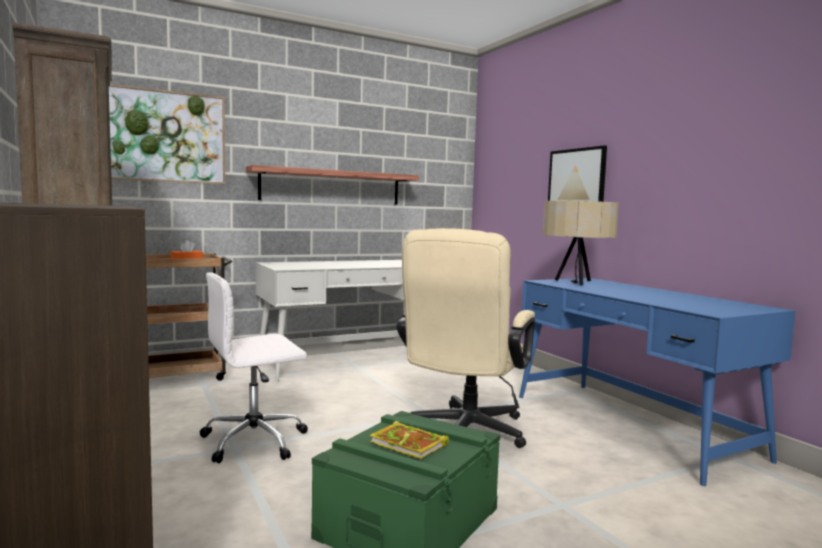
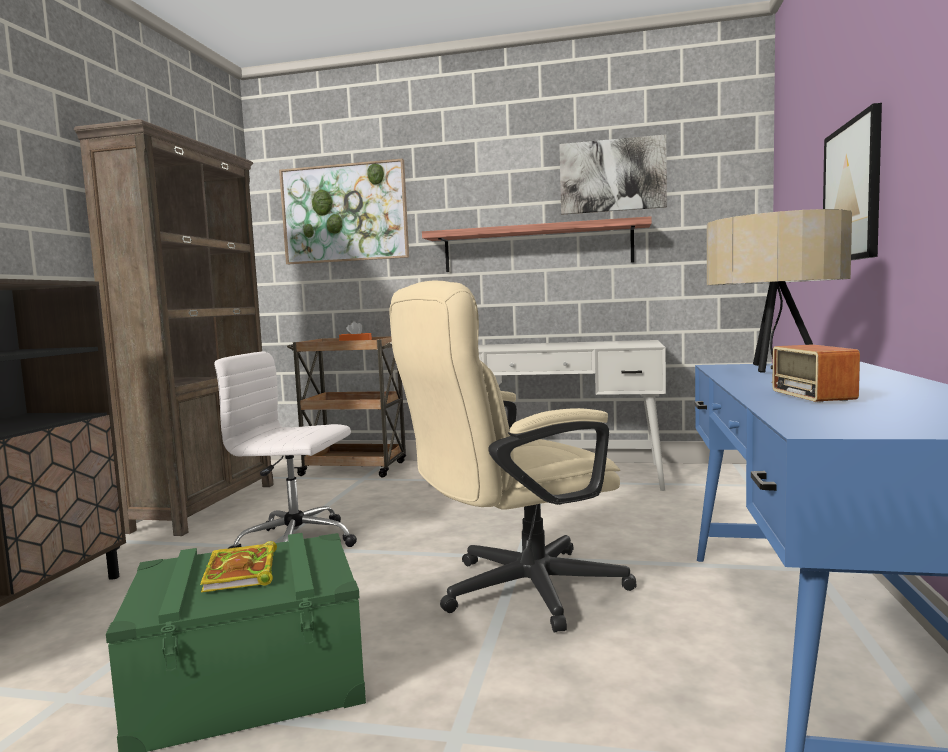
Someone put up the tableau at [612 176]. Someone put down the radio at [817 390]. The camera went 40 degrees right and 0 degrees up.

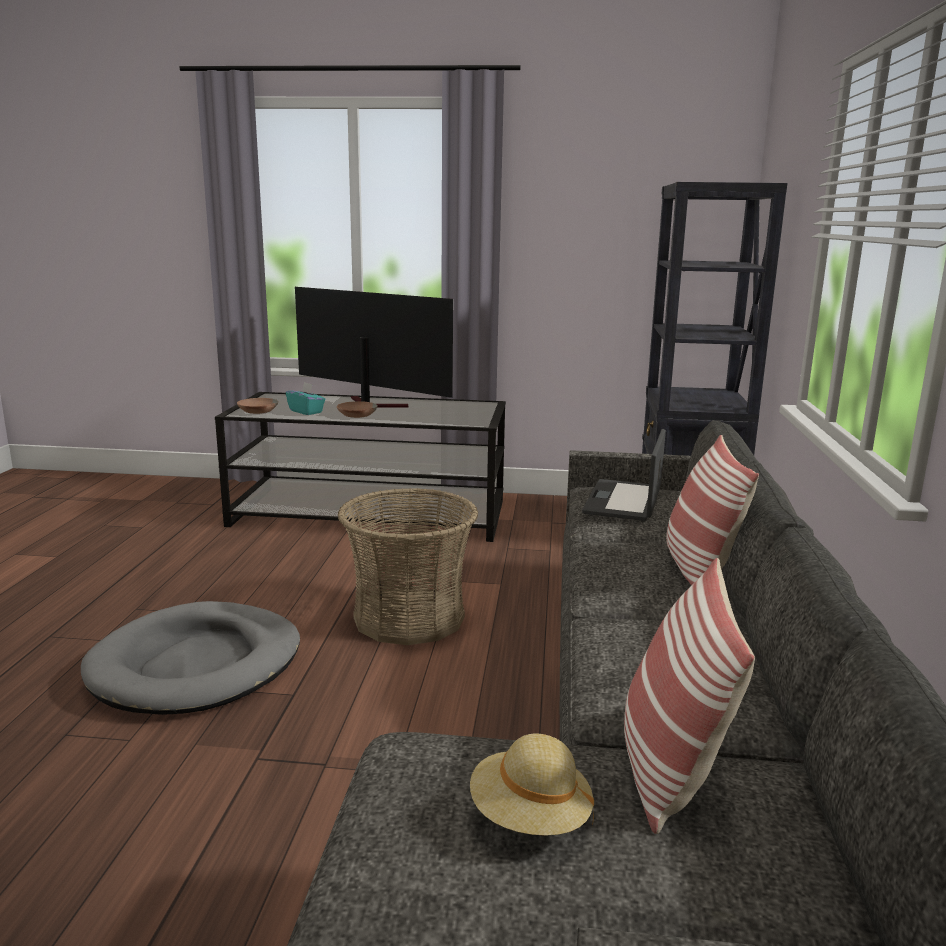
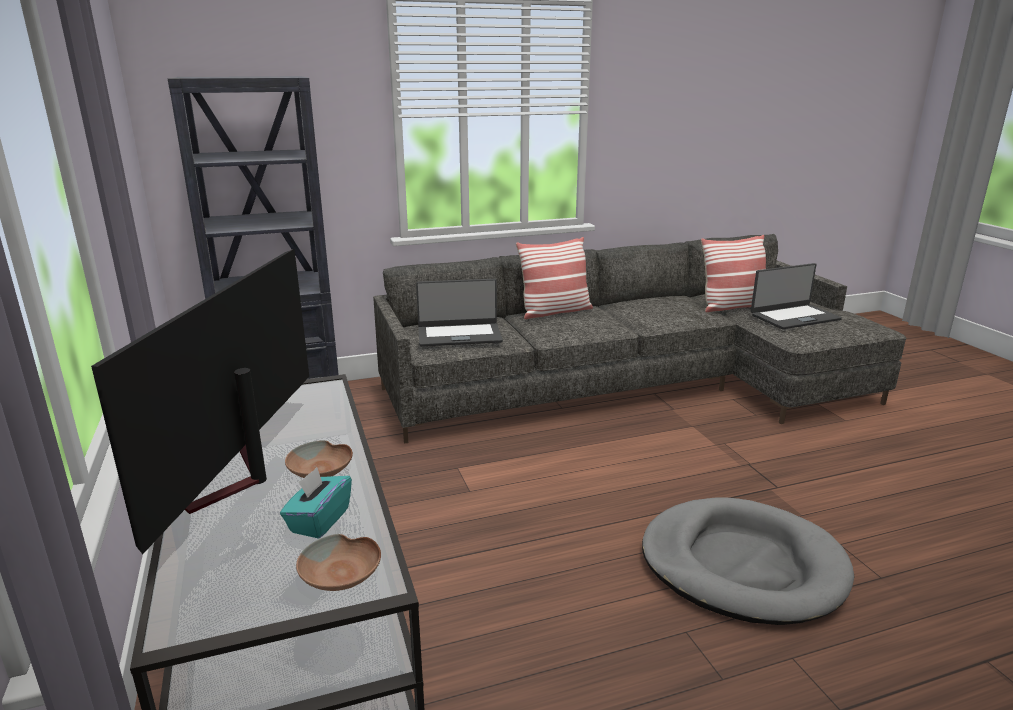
Someone took away the panier at [409 617]. Someone swapped the chapeau/beige at [530 817] for the ordinateur portable at [794 317]. The camera went 115 degrees left and 5 degrees up.

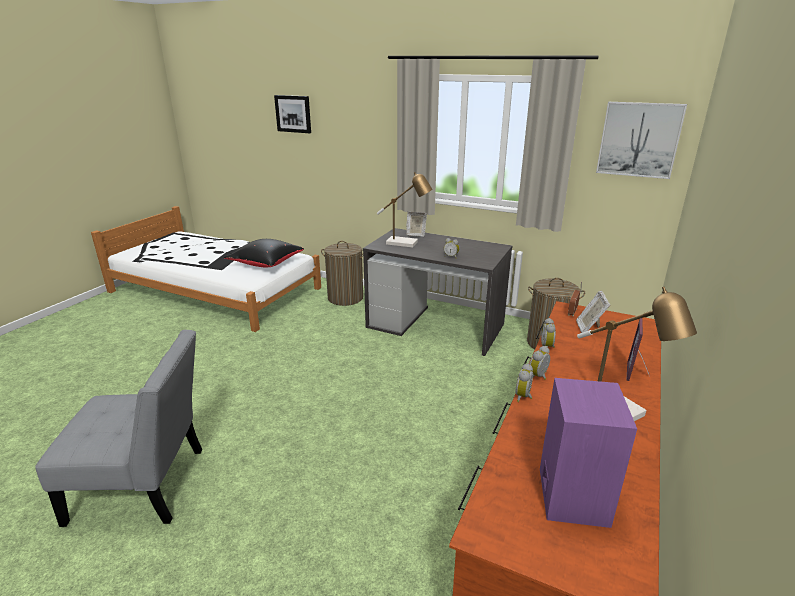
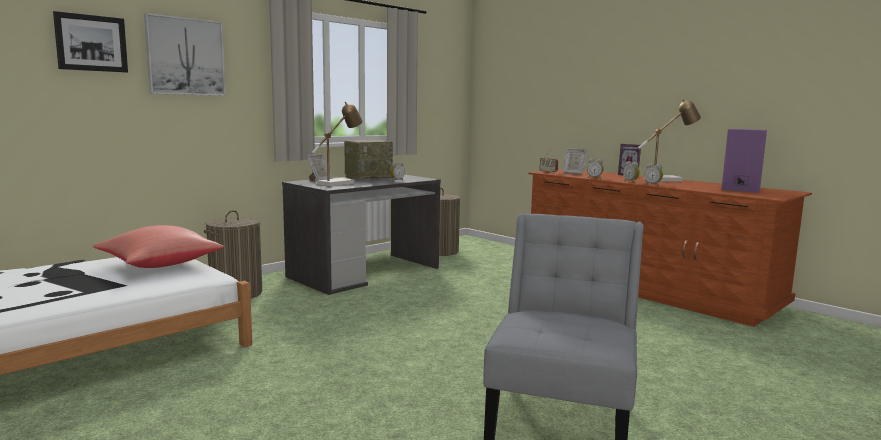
Someone put down the radio at [369 177]. Someone carried the tableau from [639 139] to [185 56]. Someone repainted the coussin/noir at [265 264], which became the coussin/rouge at [161 265]. The camera went 70 degrees left and 15 degrees down.

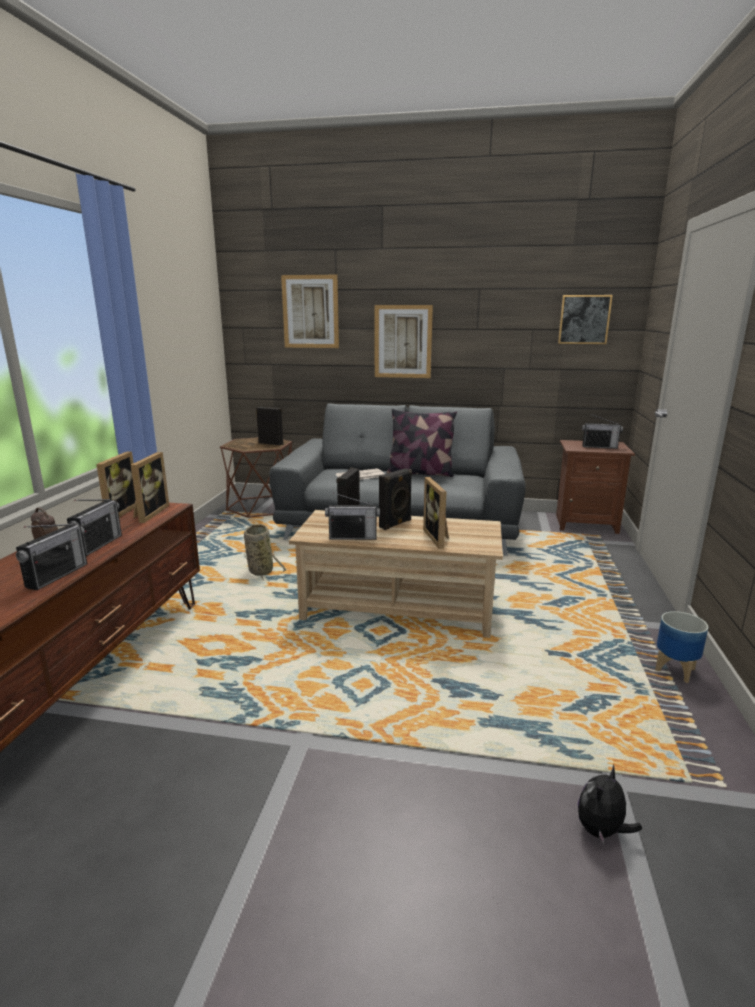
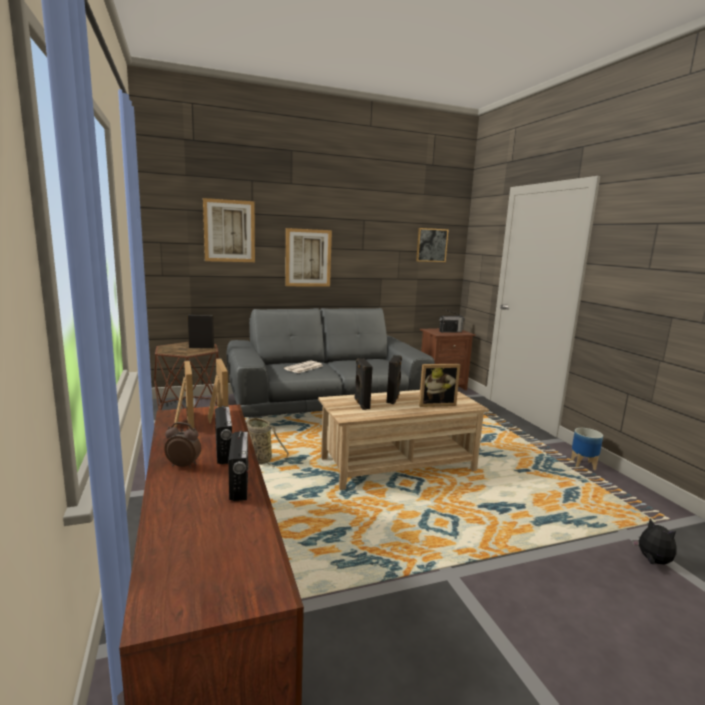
Someone took away the radio at [353 537]. Someone took away the coussin at [420 473]. Someone rotated the cadre photo at [439 538] by 60 degrees counterclockwise. Someone rotated the peluche at [601 830] by 135 degrees clockwise. The camera went 30 degrees left and 5 degrees down.

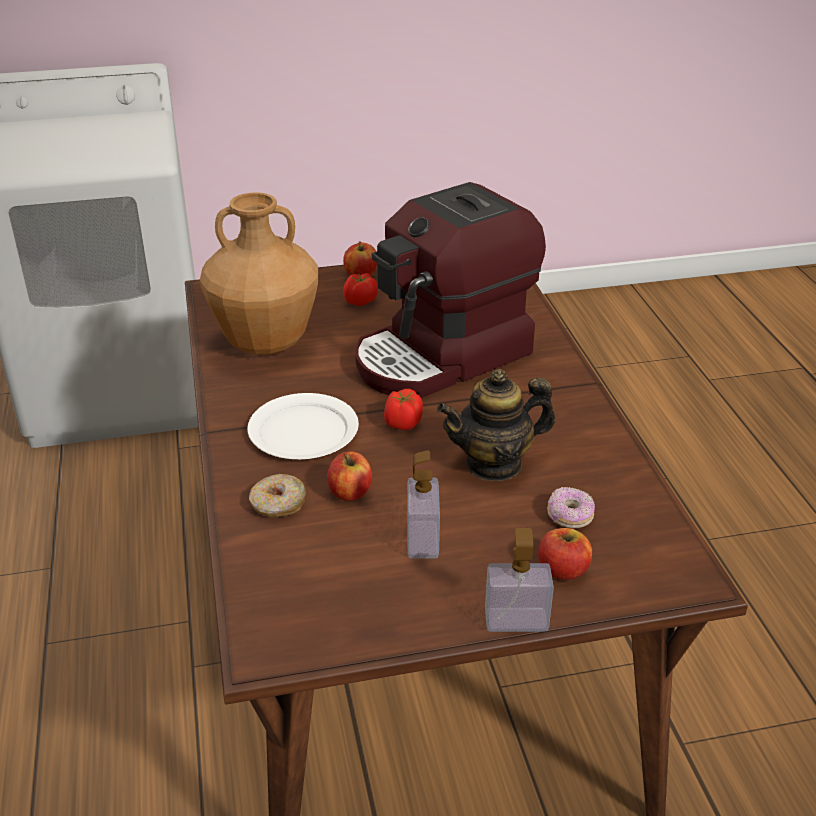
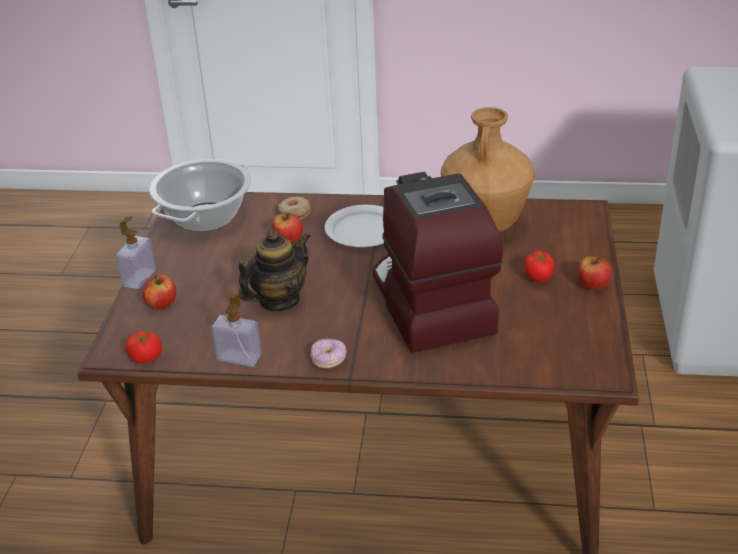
Someone put down the marmite at [205 217]. Someone carried the tomate from [402 423] to [146 358]. Someone carried the distributeur de savon from [422 540] to [239 357]. Someone carried the beignet from [569 516] to [328 359]. Someone rotated the théière at [494 464] by 45 degrees clockwise. The camera went 110 degrees right and 0 degrees up.

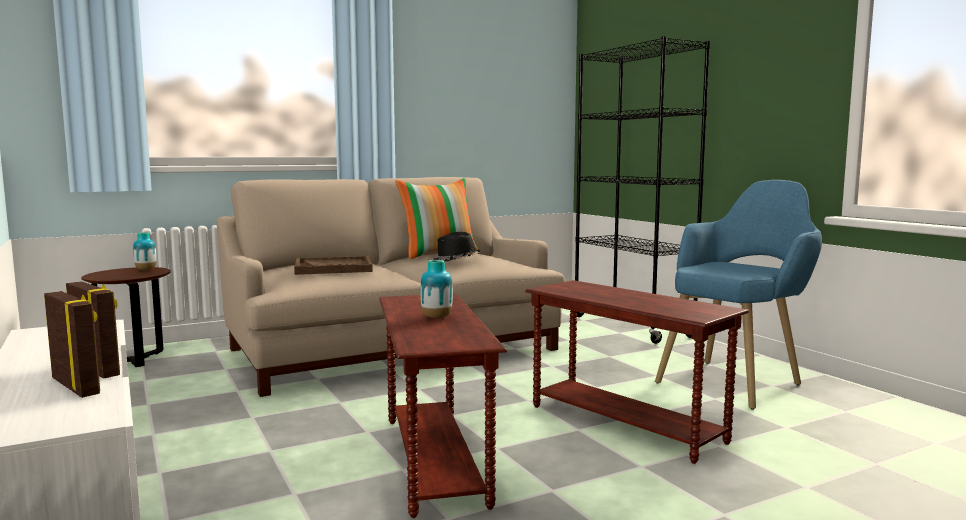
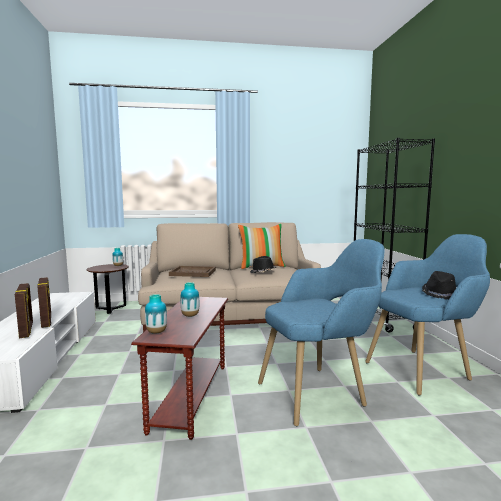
Someone put down the vase at [156 332]. Someone put down the chapeau/noir at [440 294]. Someone swapped the table d'appoint/marron at [625 424] for the fauteuil/bleu at [321 391]. The camera went 20 degrees right and 0 degrees up.

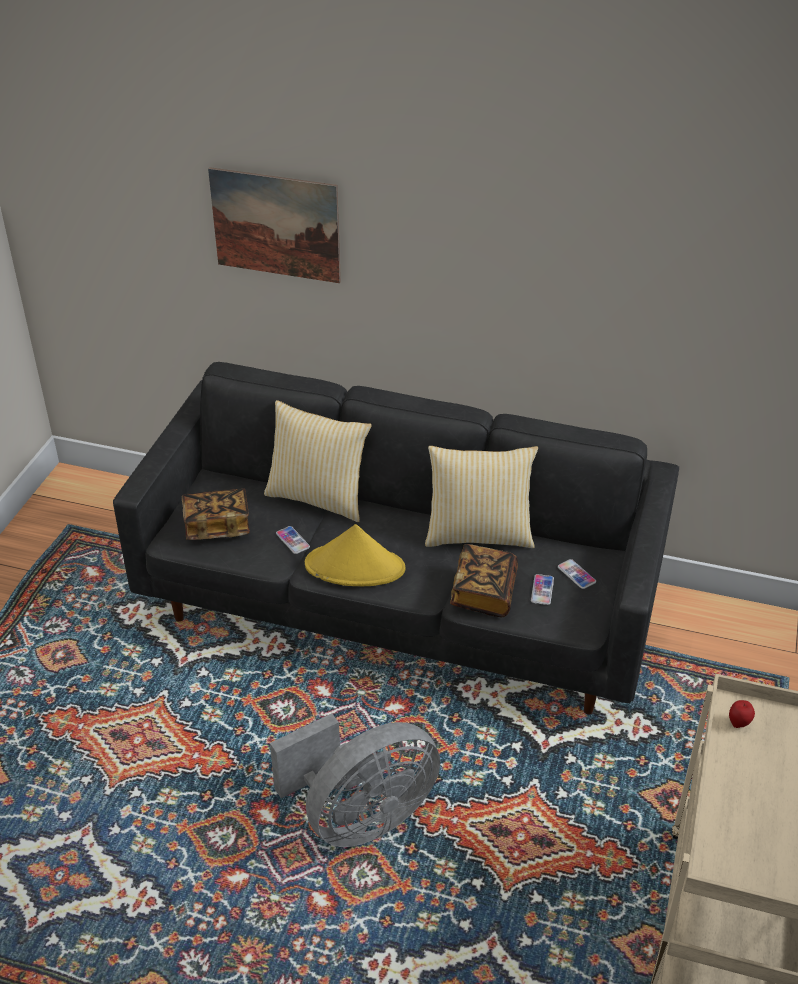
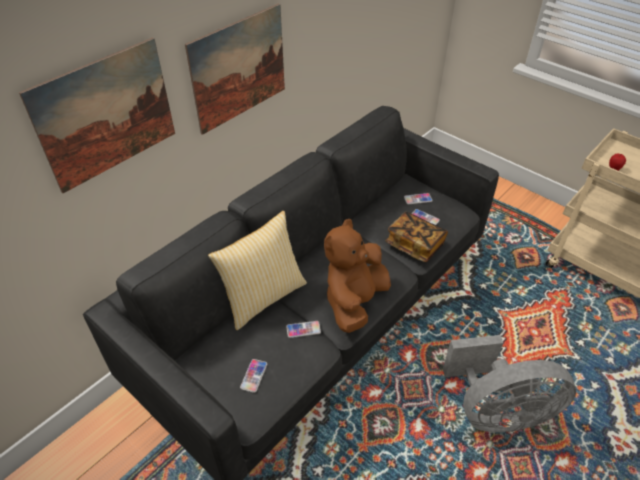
Someone took away the coussin at [478 534]. Someone put up the tableau at [239 68]. Someone swapped the livre at [217 526] for the téléphone at [254 376]. Someone swapped the chapeau/jaune at [355 567] for the peluche/marron at [354 301]. Someone rotated the ventilateur/gris at [360 817] by 90 degrees clockwise. The camera went 65 degrees left and 5 degrees up.

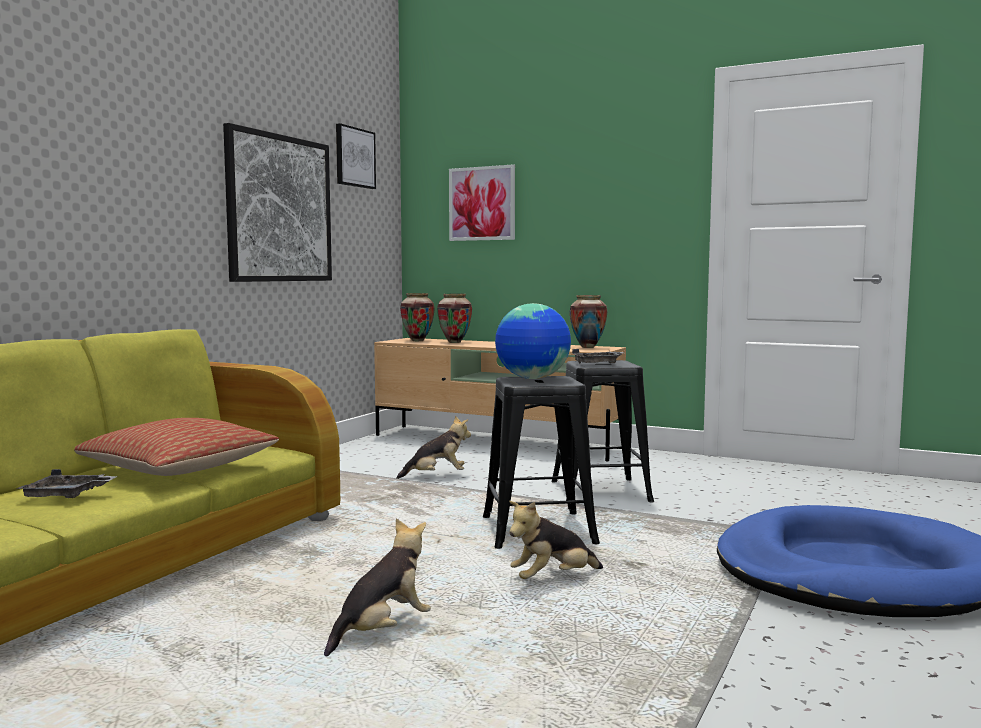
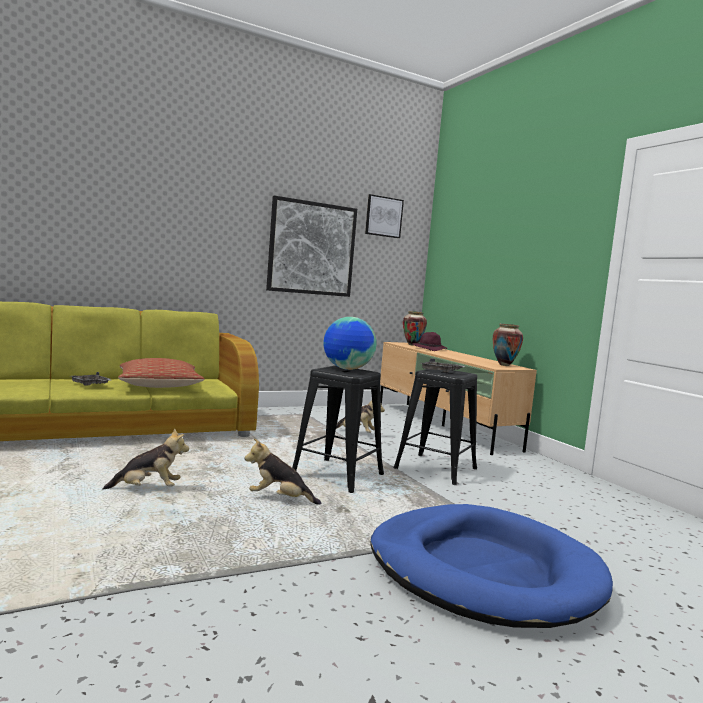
Someone took away the tableau at [482 203]. Someone swapped the vase at [455 342] for the chapeau/violet at [430 349]. The camera went 35 degrees right and 0 degrees up.

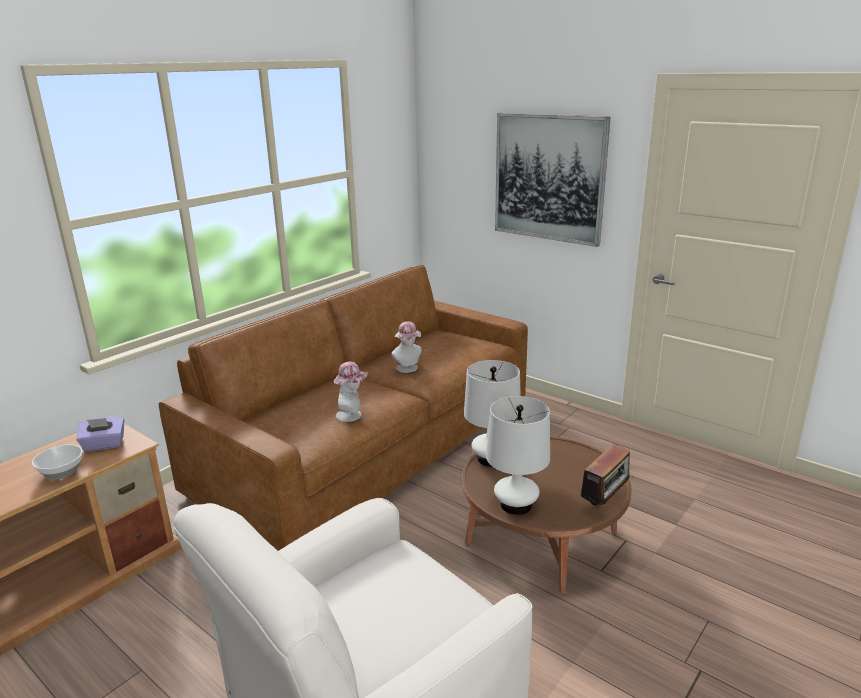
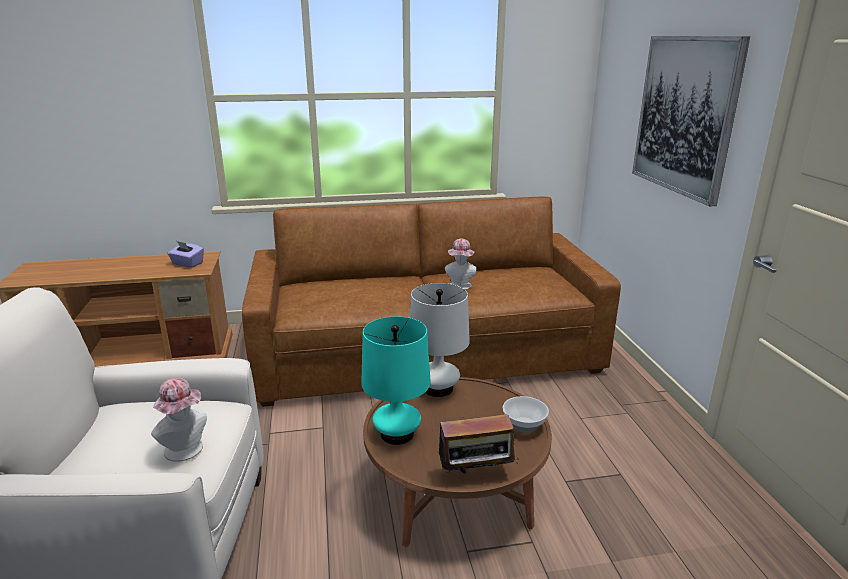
Someone carried the bol from [61 473] to [523 425]. Someone carried the chapeau from [352 415] to [186 451]. Someone repainted the lampe de table/blanc at [516 505], which became the lampe de table/turquoise at [397 434]. The camera went 40 degrees right and 0 degrees up.

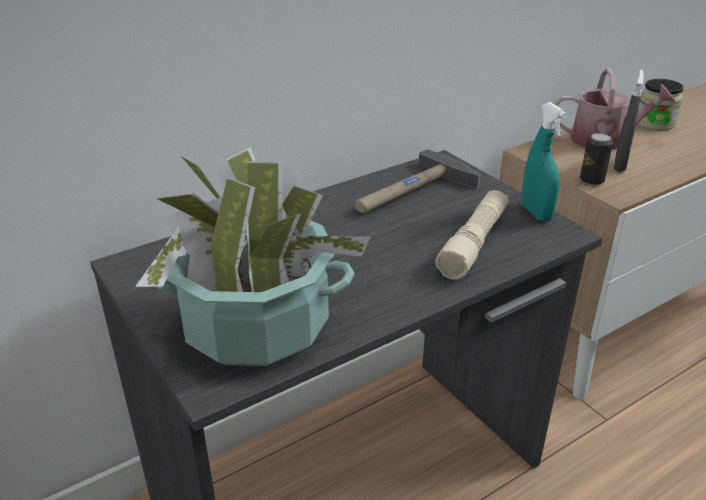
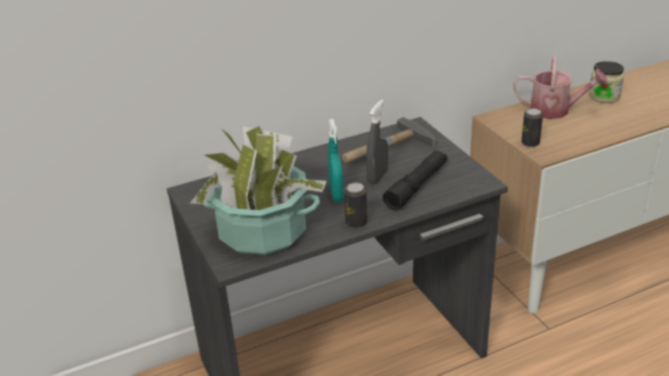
Someone put down the boîte métallique at [356 223]. Someone carried the vaporisateur/turquoise from [536 213] to [336 195]. Someone carried the vaporisateur/gris from [620 165] to [377 177]. Someone repainted the lampe de poche/beige at [474 243], which became the lampe de poche/noir at [416 186]. The camera went 10 degrees right and 0 degrees up.

